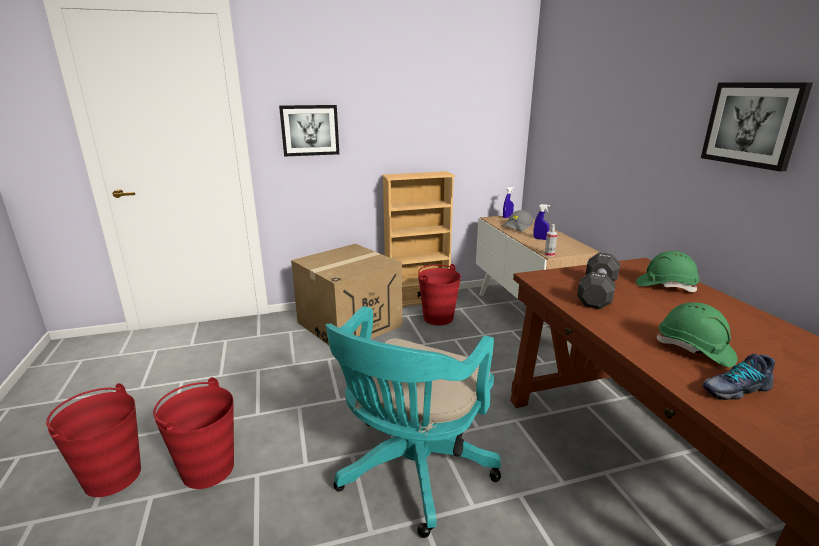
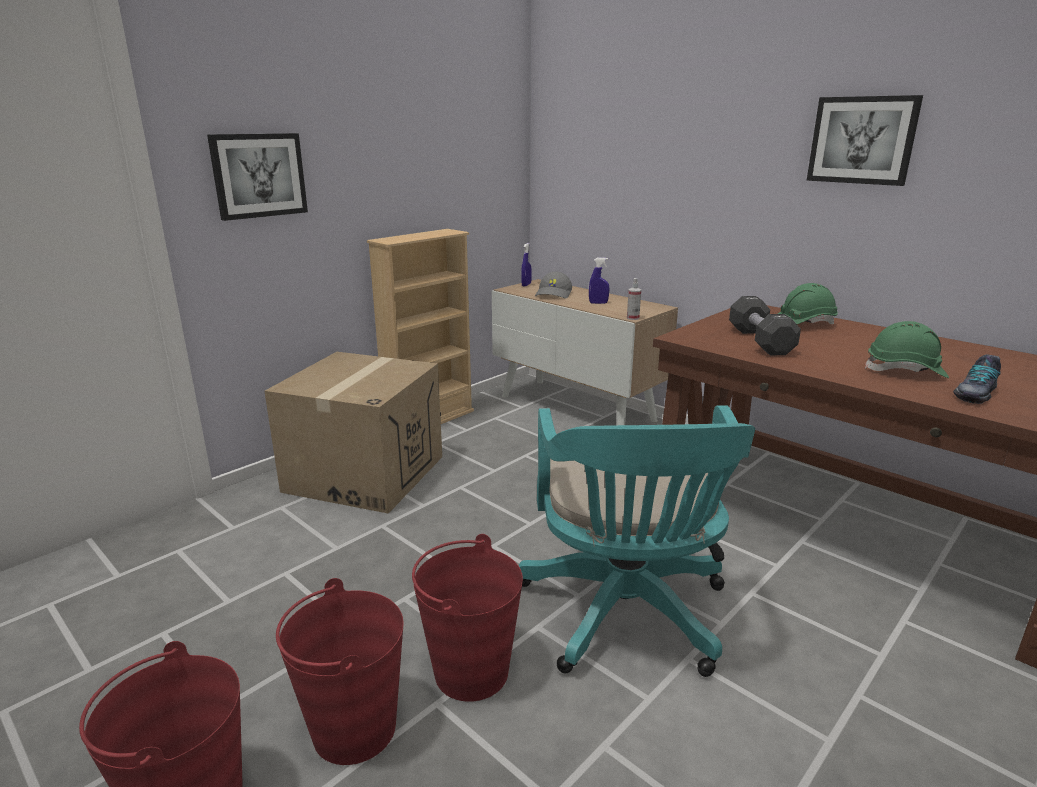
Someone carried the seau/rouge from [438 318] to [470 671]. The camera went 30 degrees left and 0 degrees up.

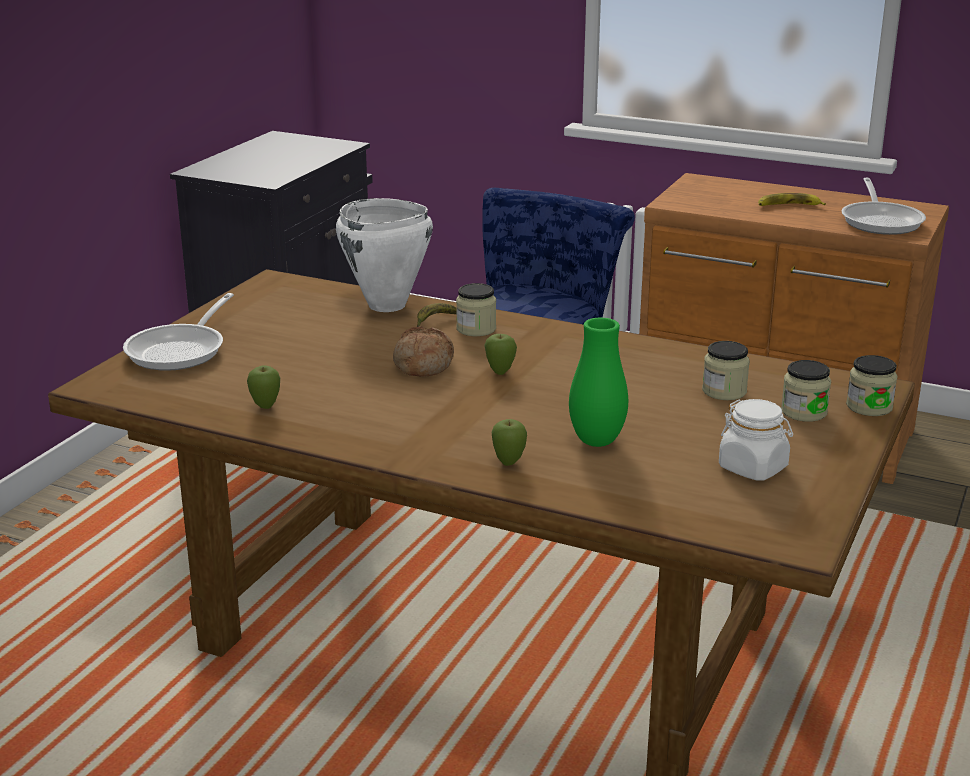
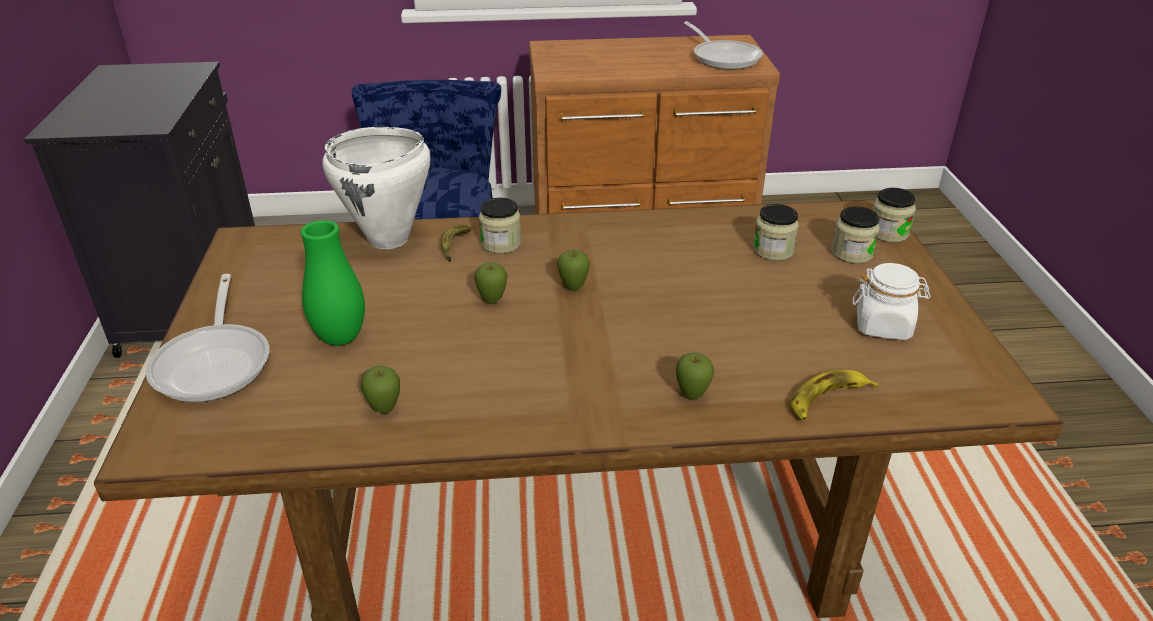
Someone carried the vase/vert from [596 441] to [340 338]. Someone carried the banane from [788 206] to [827 399]. Someone swapped the pain at [422 364] for the pomme at [492 301]. The camera went 30 degrees left and 10 degrees up.

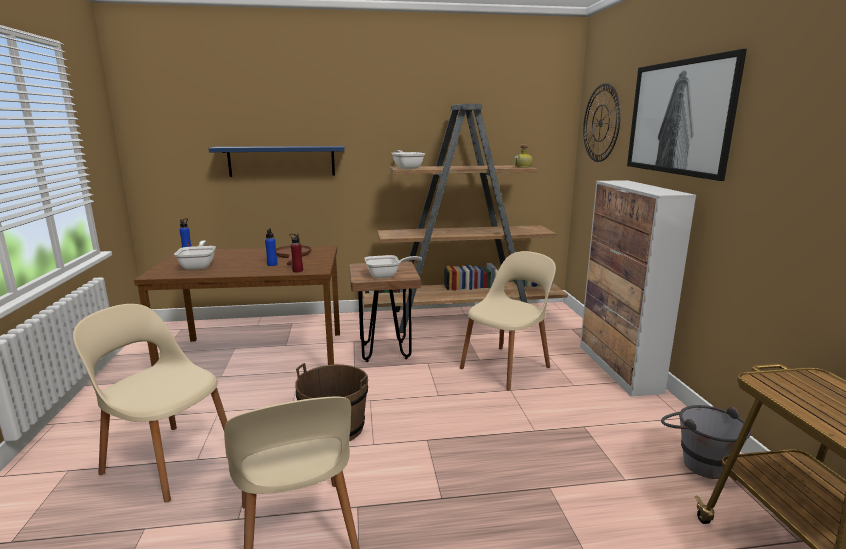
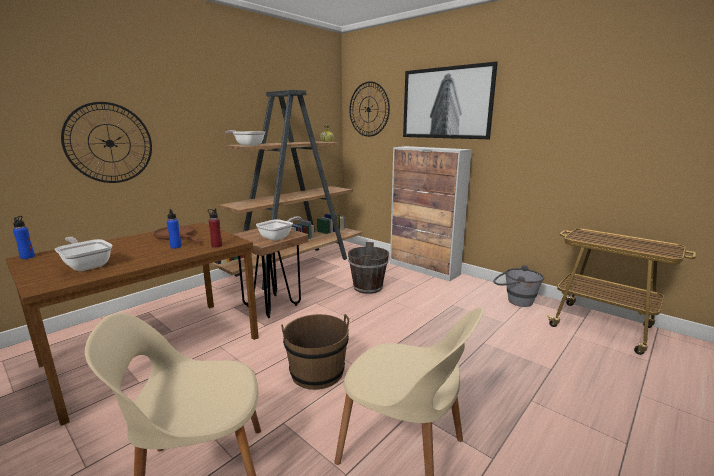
Someone swapped the étagère/bleu at [281 161] for the horloge murale at [109 143]. Someone swapped the chaise/beige at [506 366] for the seau/marron at [368 287]. The camera went 40 degrees left and 0 degrees up.

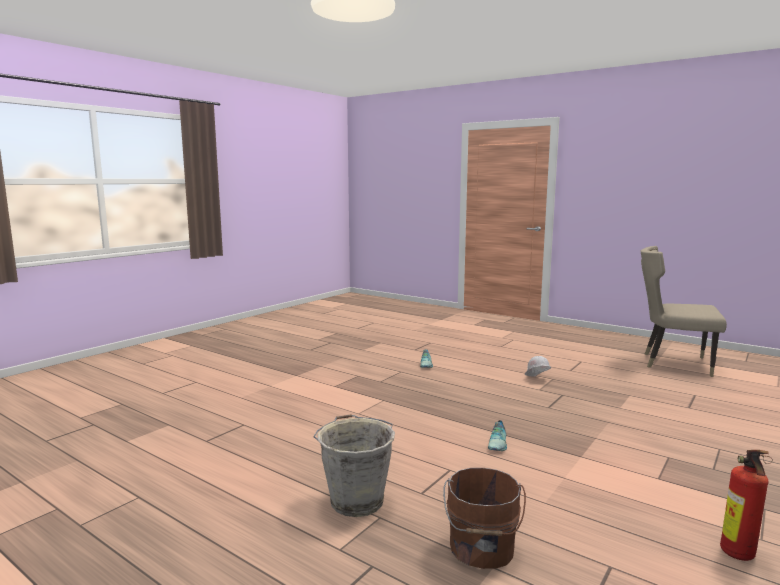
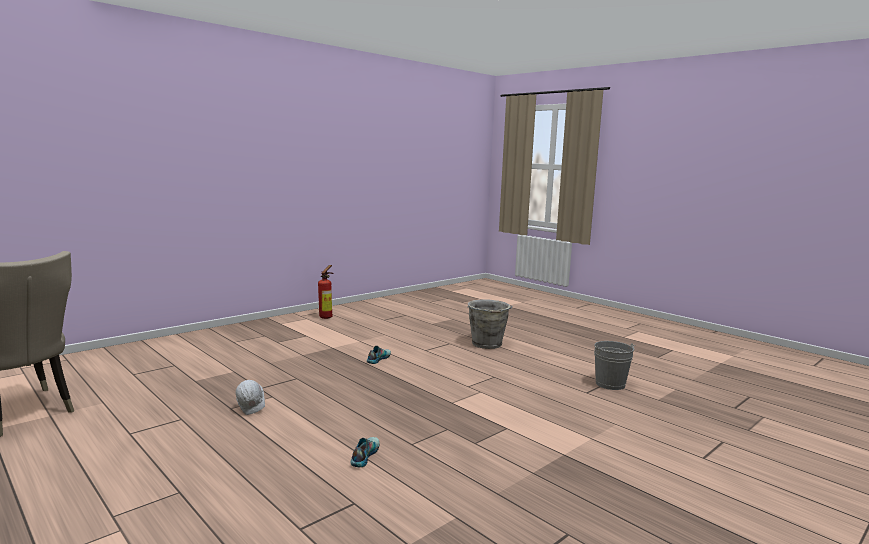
Someone took away the seau/marron at [481 549]. Someone put down the seau/gris at [610 384]. The camera went 170 degrees left and 0 degrees up.

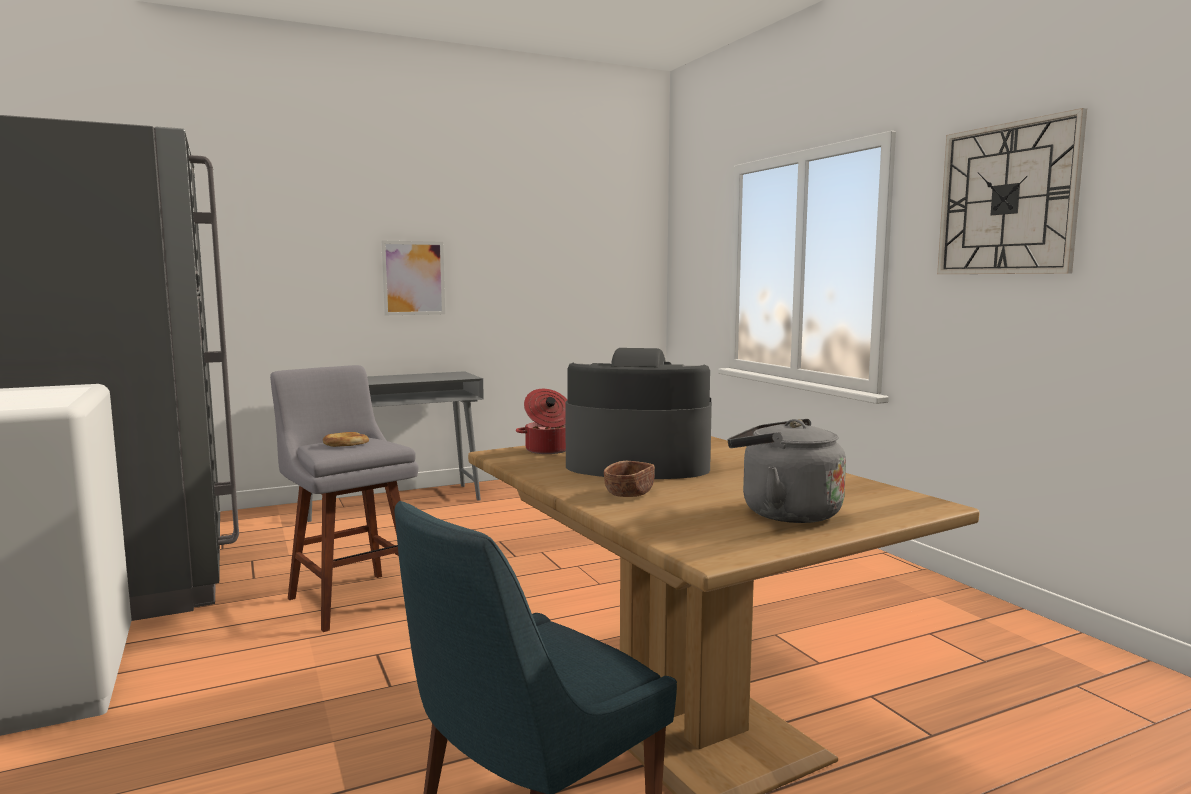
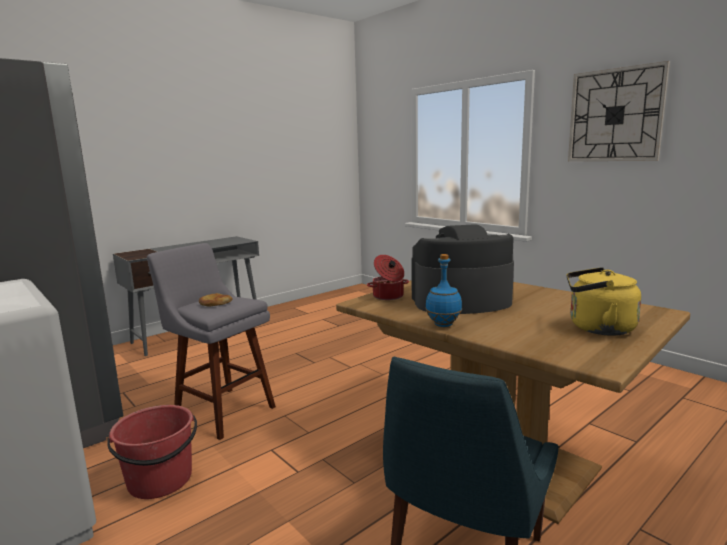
Someone took away the tableau at [413 278]. Someone took away the bol/marron at [629 493]. Someone put down the seau/rouge at [160 480]. Someone put down the bouteille/bleu at [443 325]. Someone repainted the bouilloire/gris at [783 513], which became the bouilloire/jaune at [597 328]. The camera went 15 degrees left and 5 degrees up.

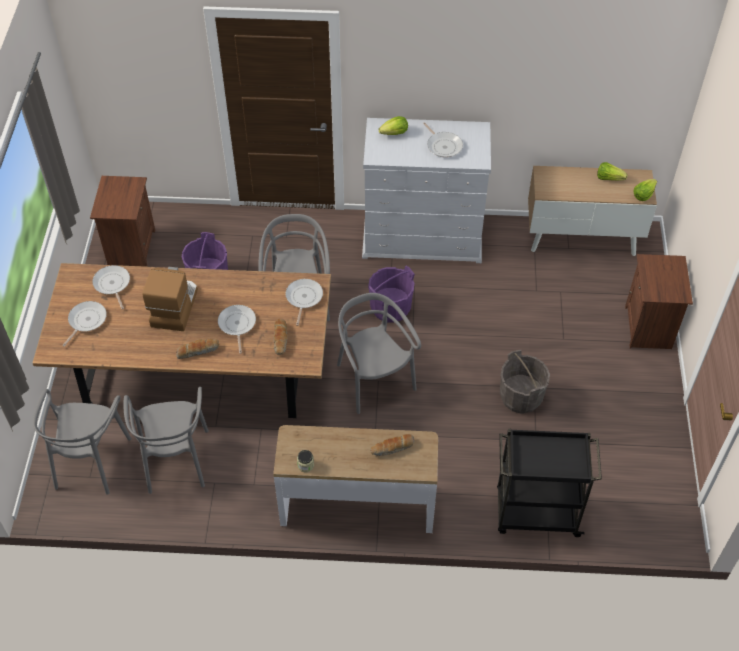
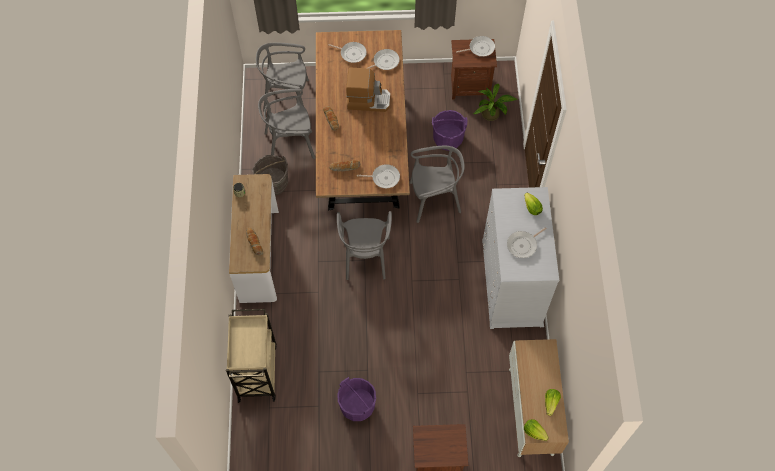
Someone put down the plante en pot at [492 115]. Someone carried the poêle from [237 325] to [480 48]. Someone carried the seau/violet from [390 308] to [357 406]. Someone carried the seau/gris from [521 396] to [273 184]. Someone repainted the chariot/noir at [535 512], which became the chariot/beige at [257 371]. Someone rotated the chaise/gris at [374 379] by 120 degrees clockwise. The camera went 85 degrees right and 10 degrees up.

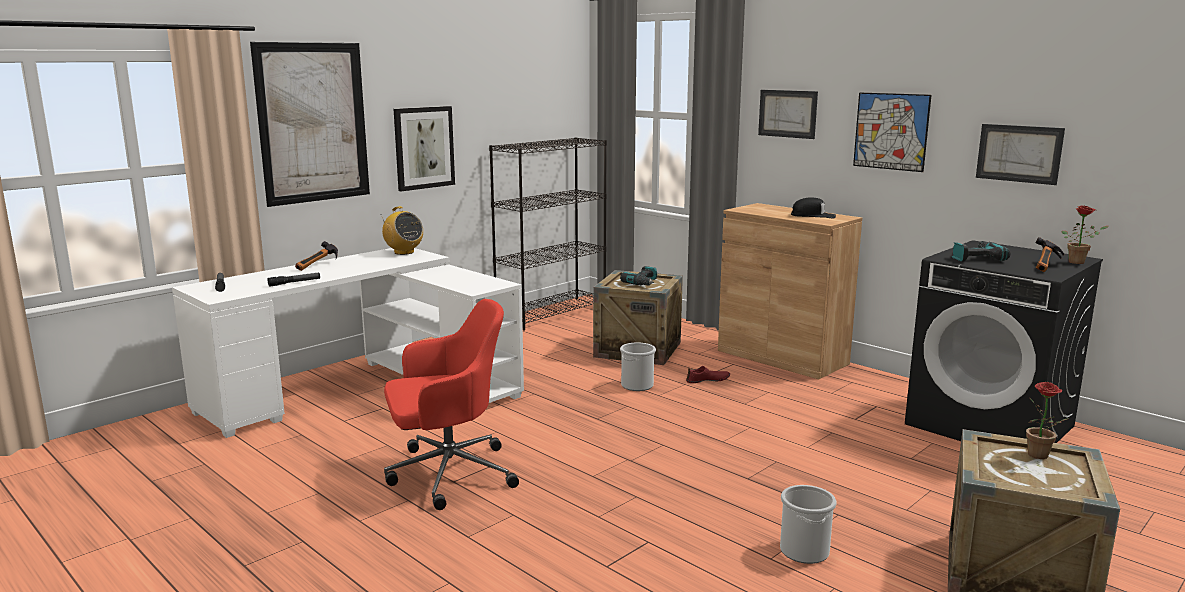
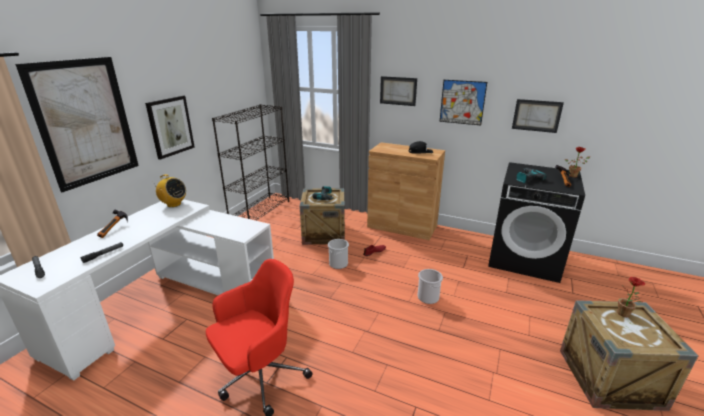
Someone carried the seau from [804 551] to [428 297]. The camera went 20 degrees left and 10 degrees up.

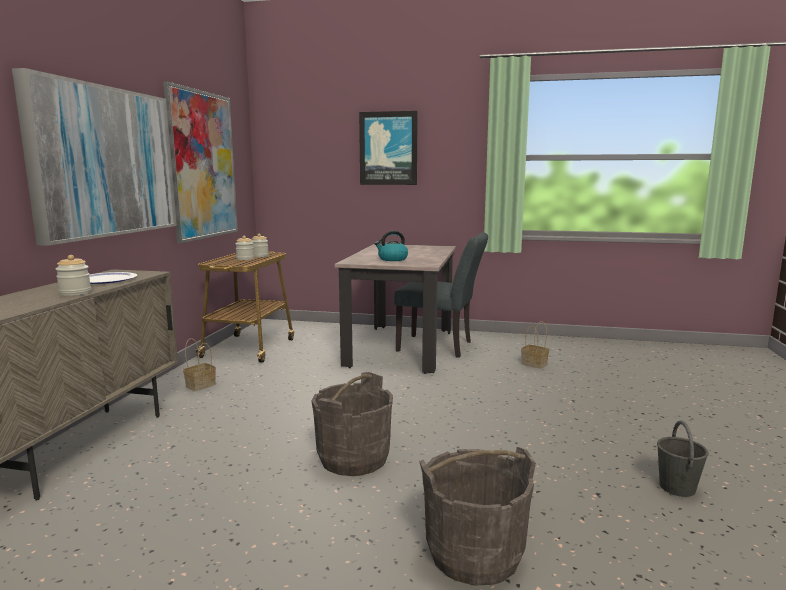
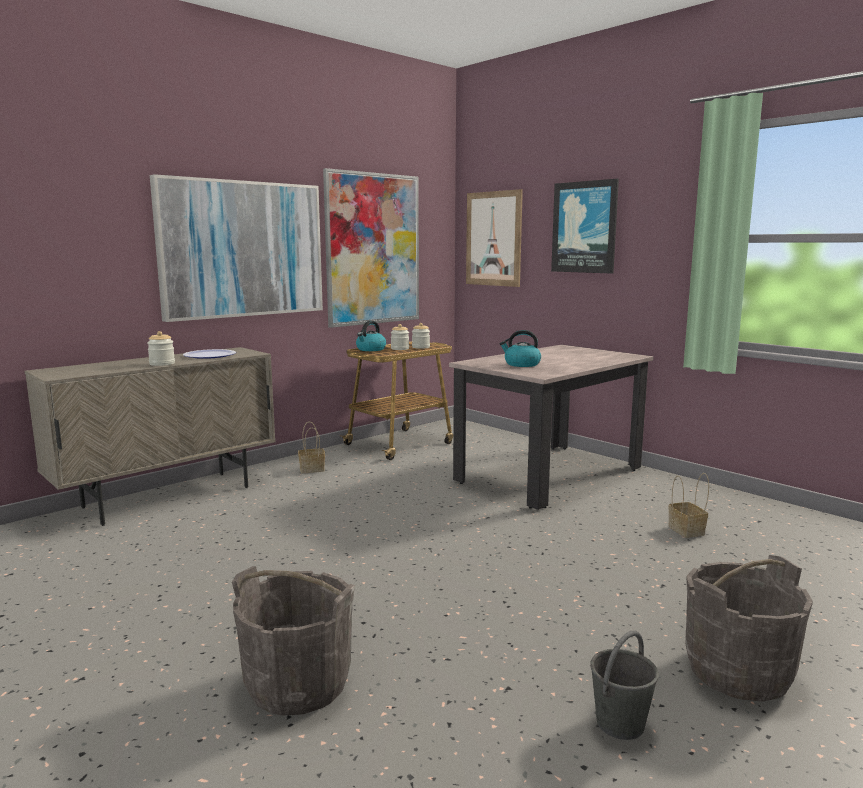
Someone took away the chaise/gris at [441 347]. Someone put down the bouilloire at [370 349]. Someone put up the tableau at [493 239]. Someone carried the seau/gris from [353 458] to [737 671]. The camera went 35 degrees right and 0 degrees up.

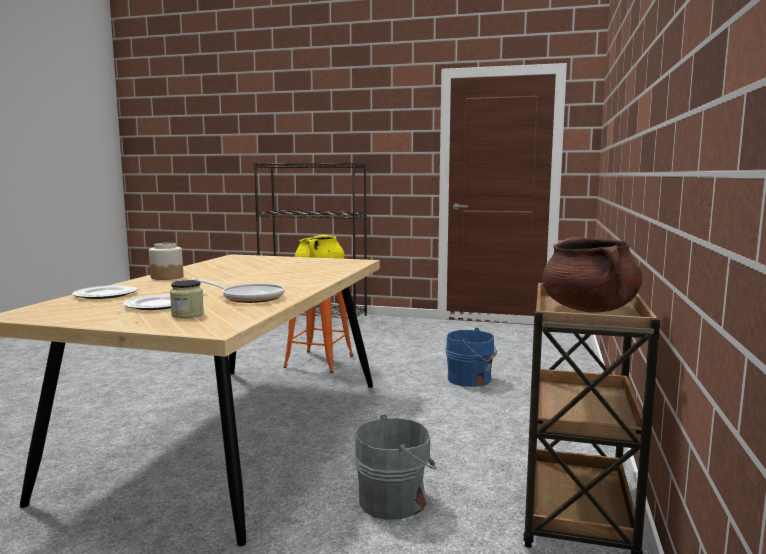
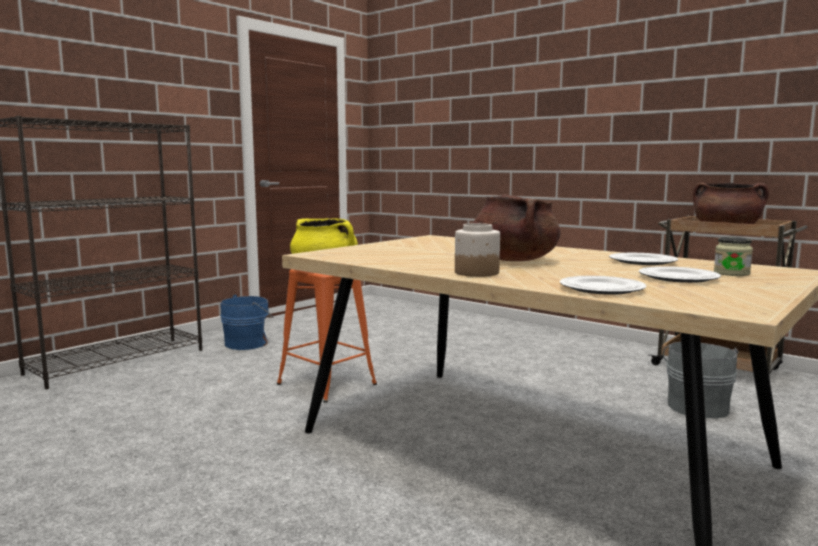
Someone put down the marmite/marron at [514 260]. Someone carried the seau/bleu from [471 380] to [248 343]. Someone swapped the poêle at [248 297] for the assiette at [641 261]. The camera went 65 degrees left and 0 degrees up.

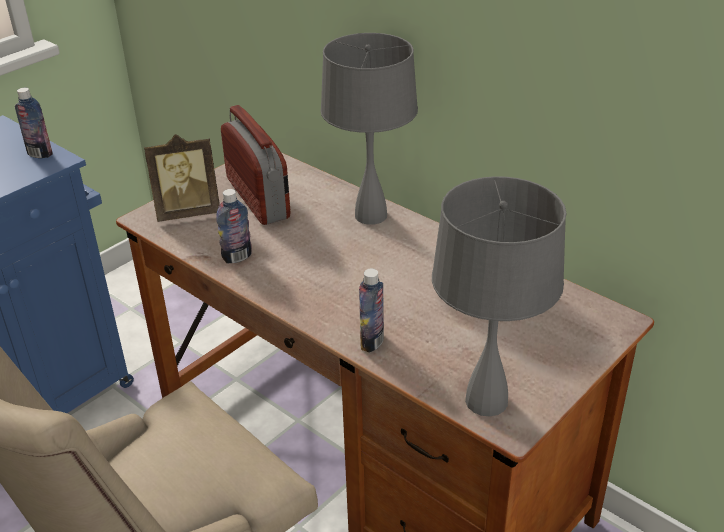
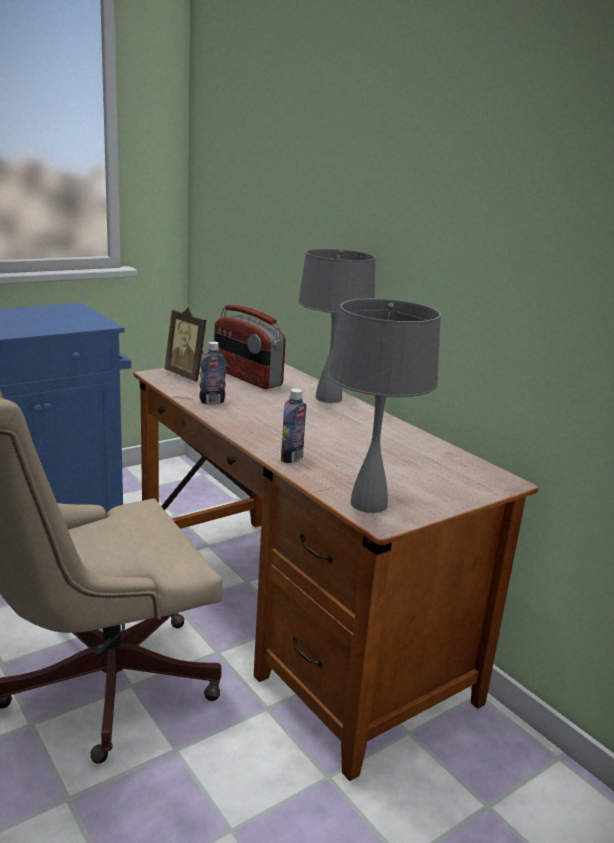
Someone took away the bouteille at [40 154]. Someone rotated the cadre photo at [188 212] by 45 degrees clockwise. Someone rotated the radio at [259 198] by 150 degrees clockwise. The camera went 10 degrees right and 15 degrees down.

